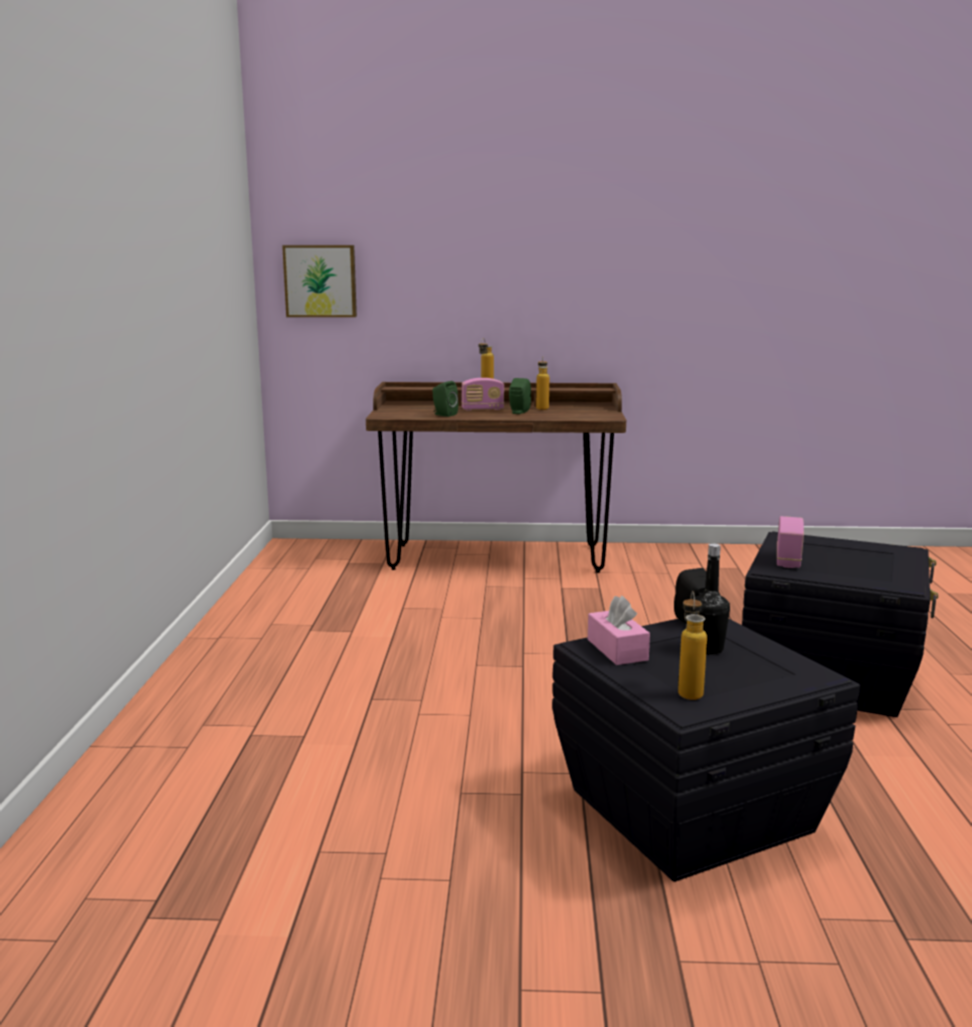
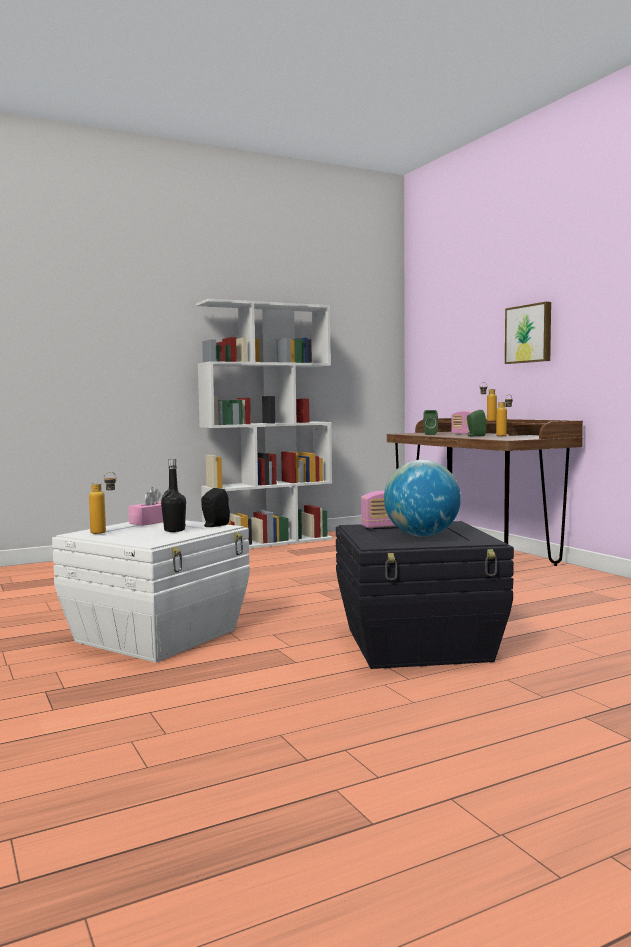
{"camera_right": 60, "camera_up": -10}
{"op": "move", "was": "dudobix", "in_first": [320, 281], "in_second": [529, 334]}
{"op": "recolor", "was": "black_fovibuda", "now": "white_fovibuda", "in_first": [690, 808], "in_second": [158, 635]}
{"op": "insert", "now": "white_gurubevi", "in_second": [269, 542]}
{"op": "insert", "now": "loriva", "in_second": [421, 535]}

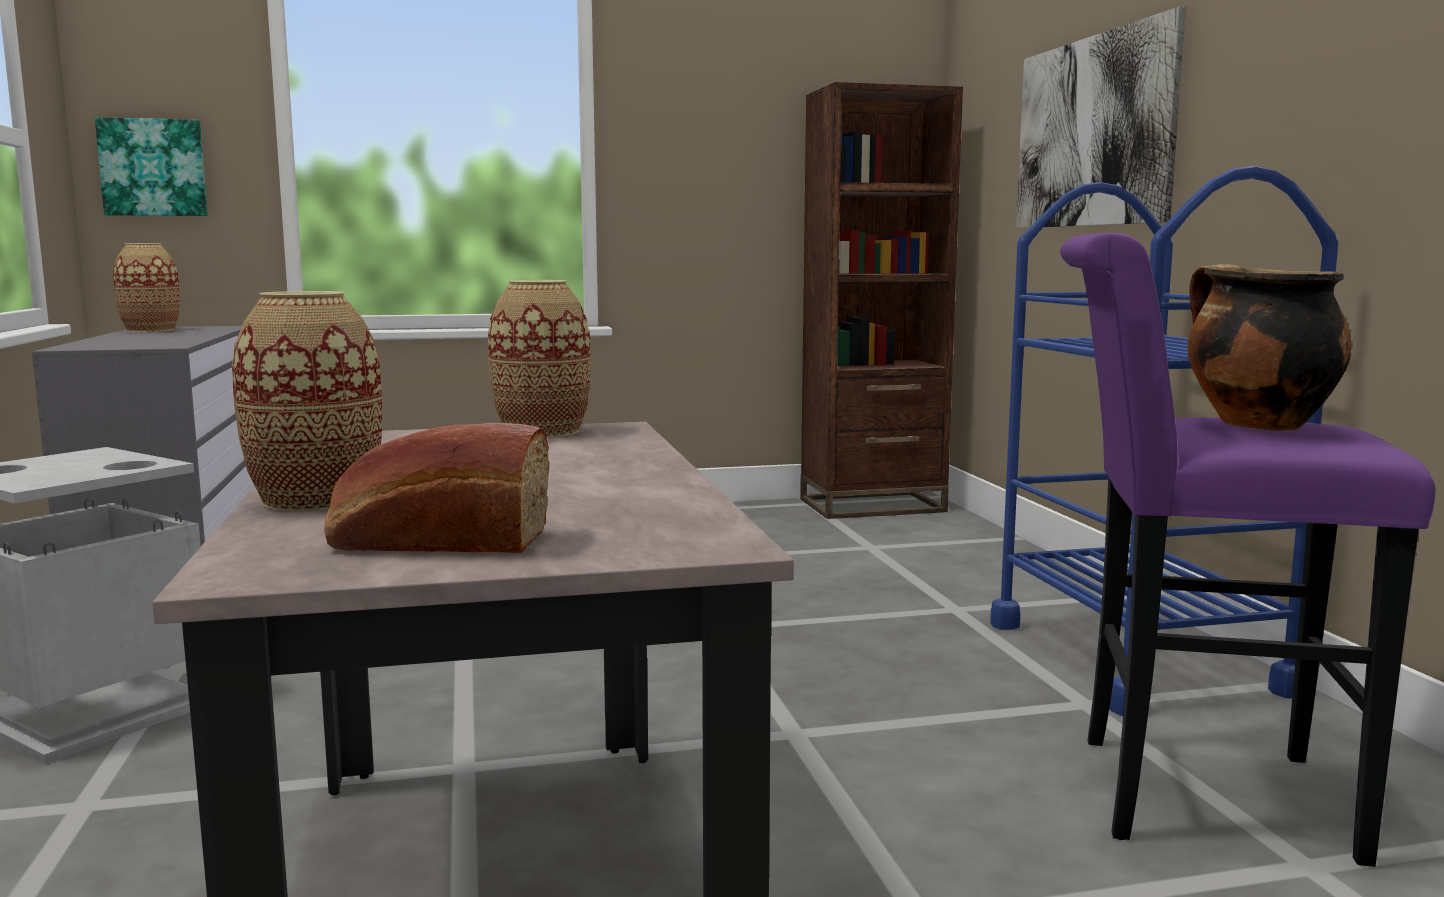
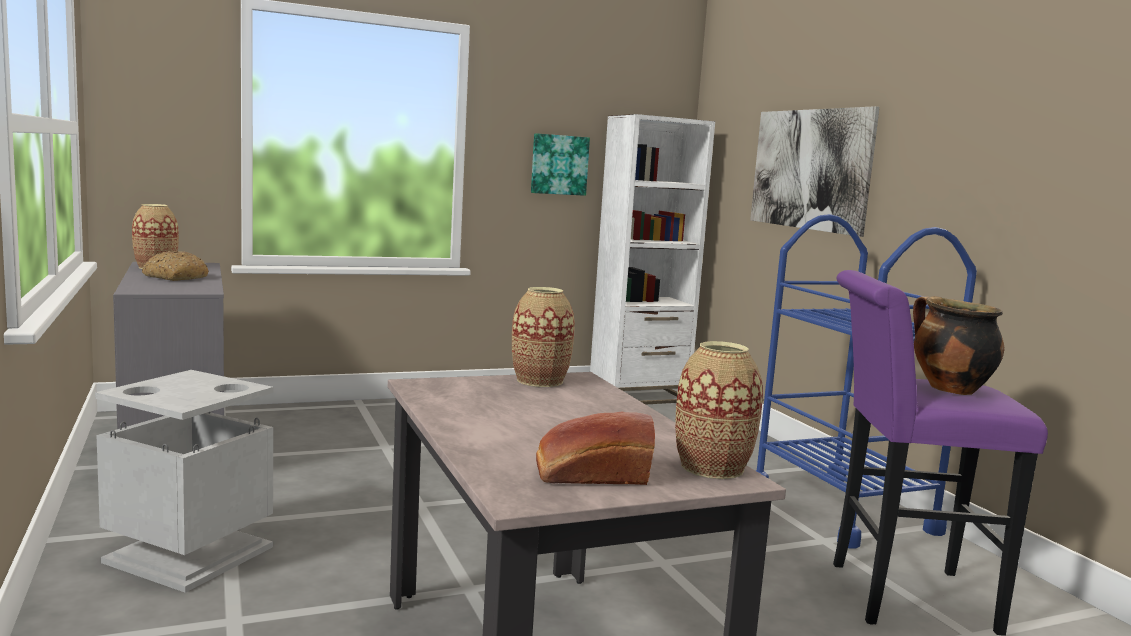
{"camera_right": -10, "camera_up": 0}
{"op": "move", "was": "dudobix", "in_first": [153, 168], "in_second": [559, 164]}
{"op": "move", "was": "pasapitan", "in_first": [316, 499], "in_second": [712, 467]}
{"op": "recolor", "was": "brown_gurubevi", "now": "white_gurubevi", "in_first": [872, 505], "in_second": [638, 396]}
{"op": "insert", "now": "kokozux", "in_second": [174, 277]}

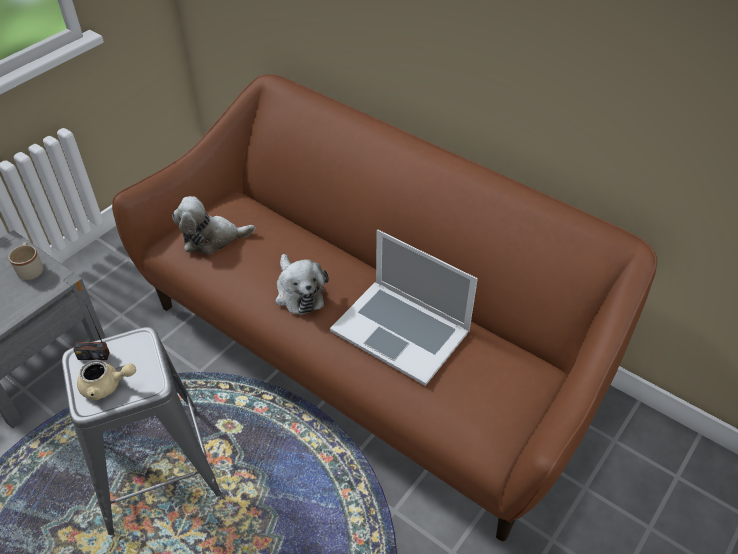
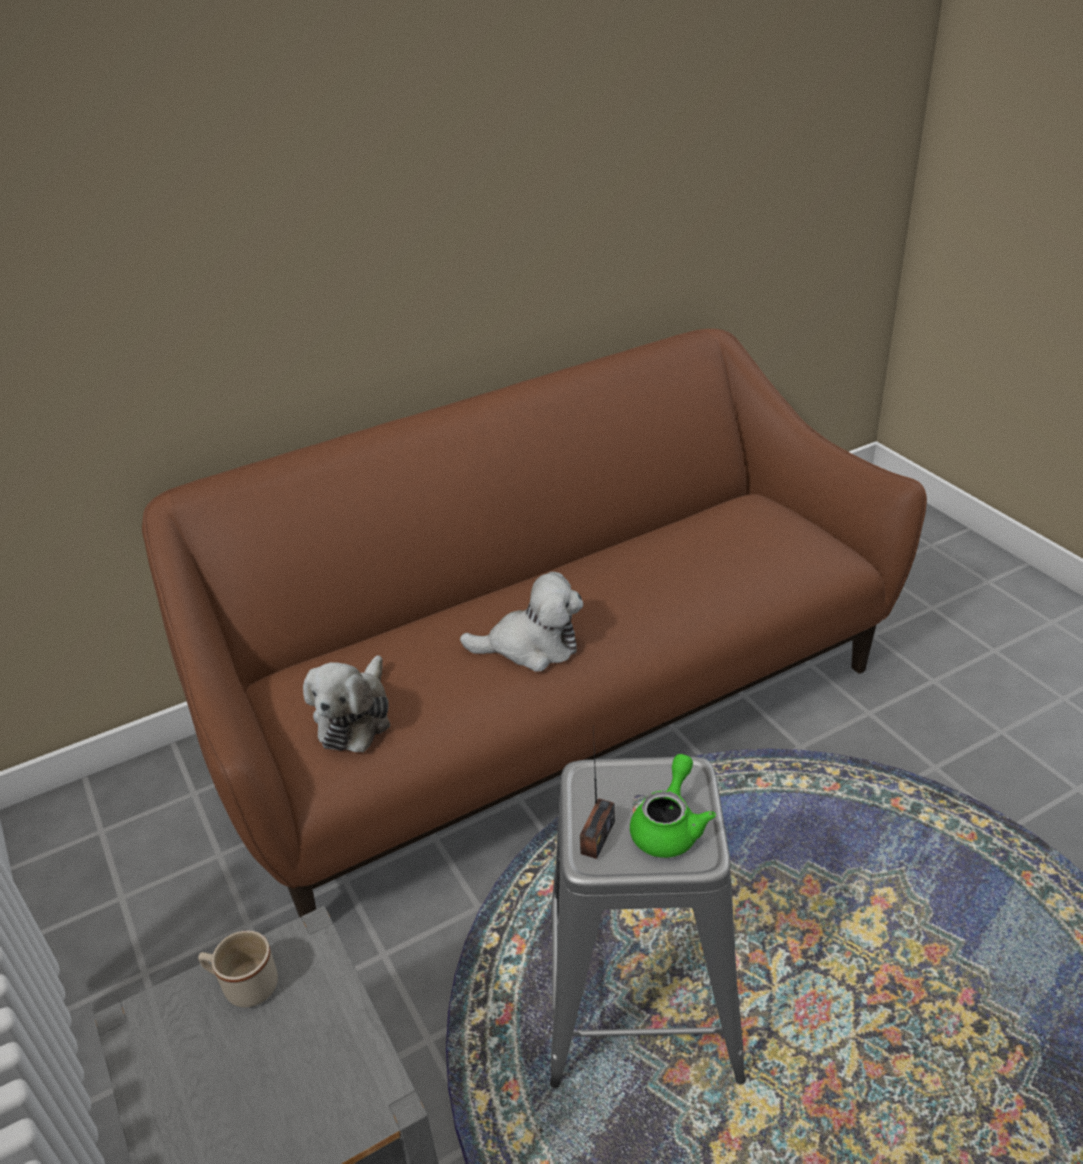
{"camera_right": -65, "camera_up": -10}
{"op": "recolor", "was": "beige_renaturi", "now": "green_renaturi", "in_first": [106, 386], "in_second": [669, 827]}
{"op": "delete", "was": "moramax", "in_first": [400, 330]}

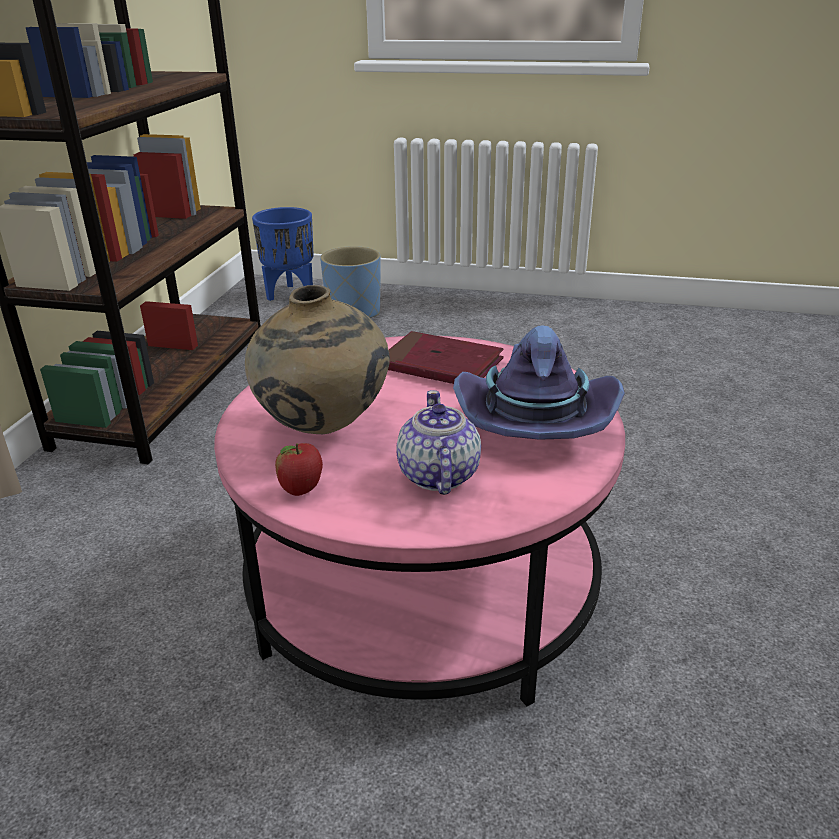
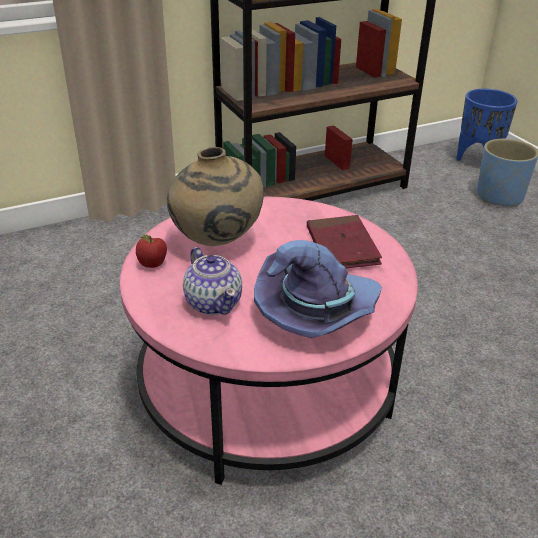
{"camera_right": 50, "camera_up": 5}
{"op": "rotate", "was": "renaturi", "in_first": [437, 476], "in_second": [213, 302], "clockwise": 105}

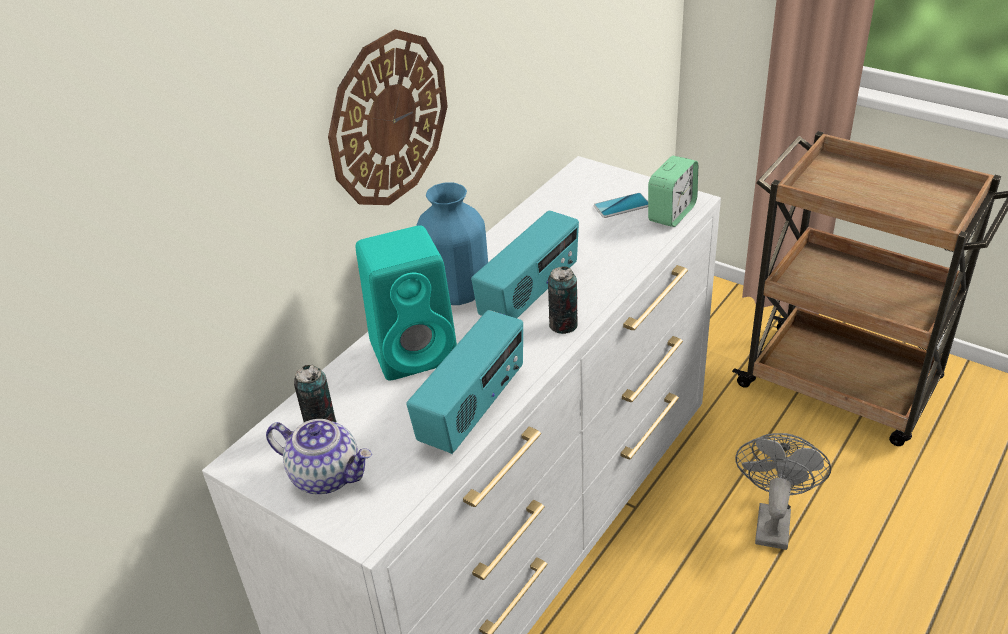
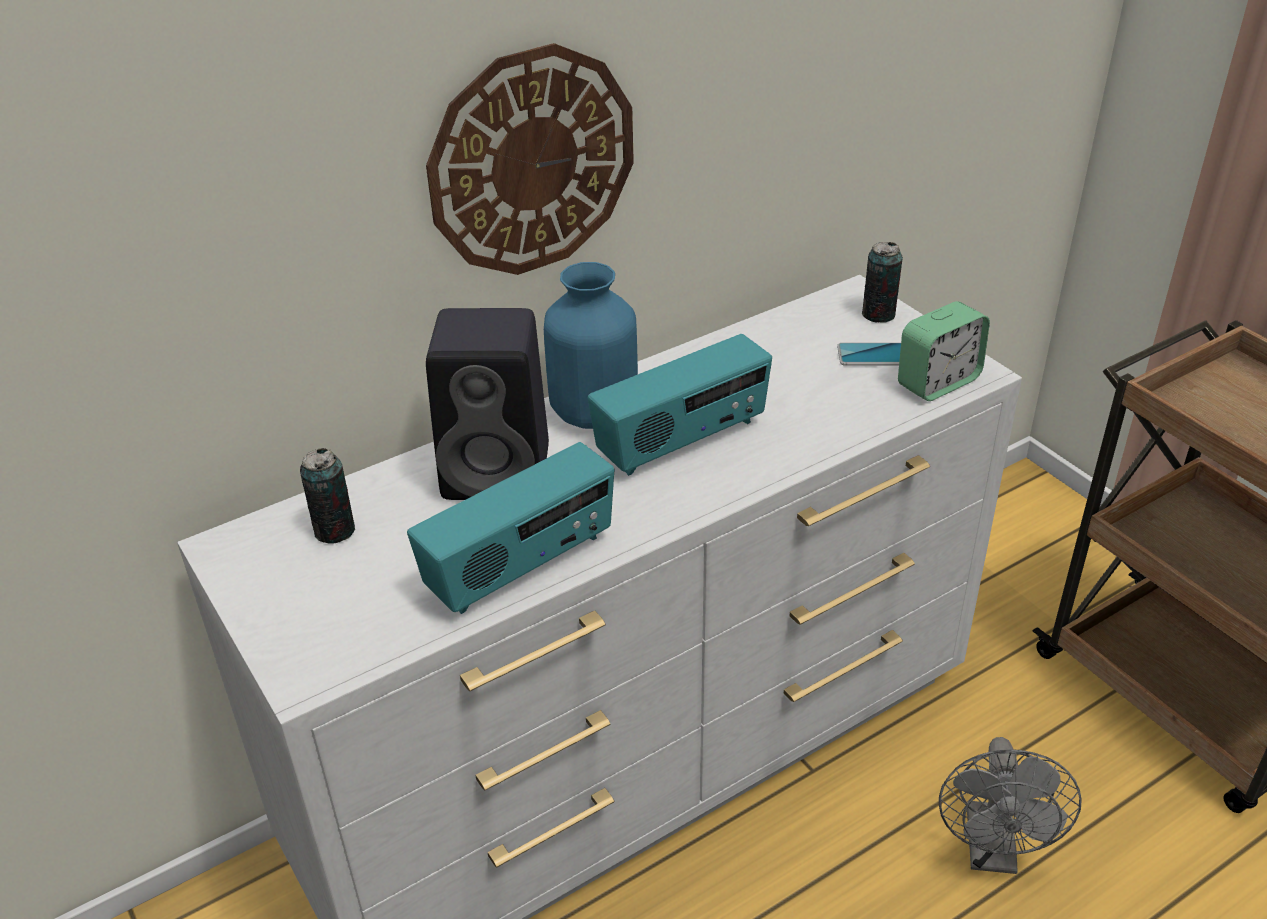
{"camera_right": 20, "camera_up": 0}
{"op": "delete", "was": "renaturi", "in_first": [327, 475]}
{"op": "recolor", "was": "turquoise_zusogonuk", "now": "black_zusogonuk", "in_first": [416, 351], "in_second": [500, 471]}
{"op": "move", "was": "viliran", "in_first": [563, 325], "in_second": [878, 314]}
{"op": "rotate", "was": "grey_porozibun", "in_first": [772, 520], "in_second": [992, 852], "clockwise": 150}

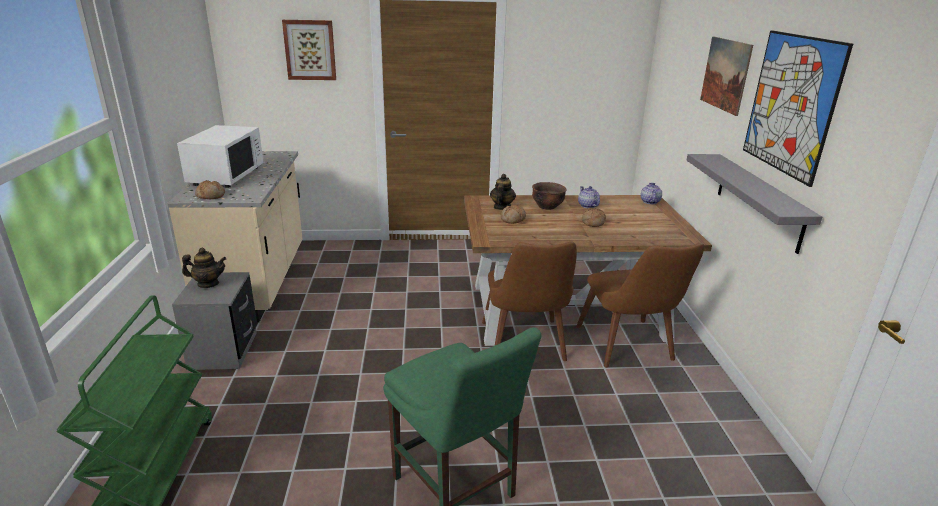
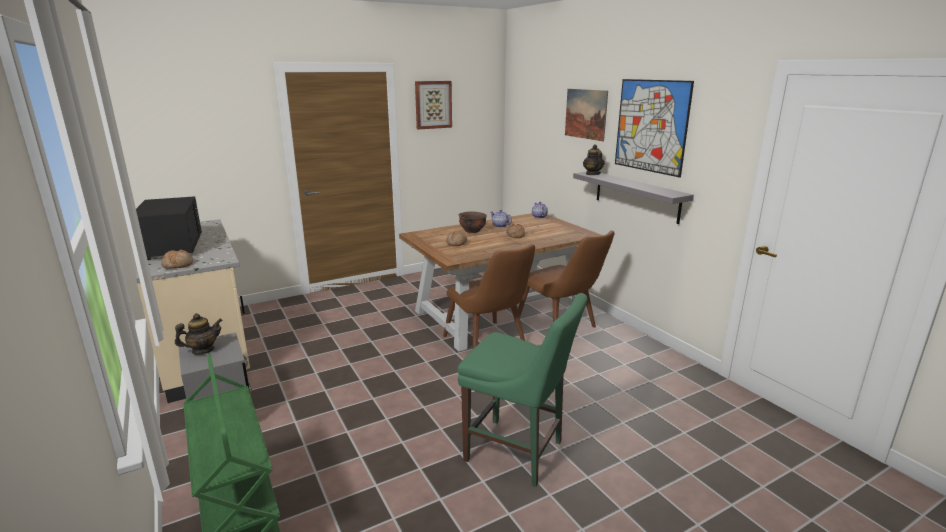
{"camera_right": -25, "camera_up": -5}
{"op": "recolor", "was": "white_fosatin", "now": "black_fosatin", "in_first": [226, 176], "in_second": [172, 248]}
{"op": "move", "was": "dudobix", "in_first": [310, 50], "in_second": [433, 104]}
{"op": "move", "was": "renaturi", "in_first": [501, 207], "in_second": [592, 174]}

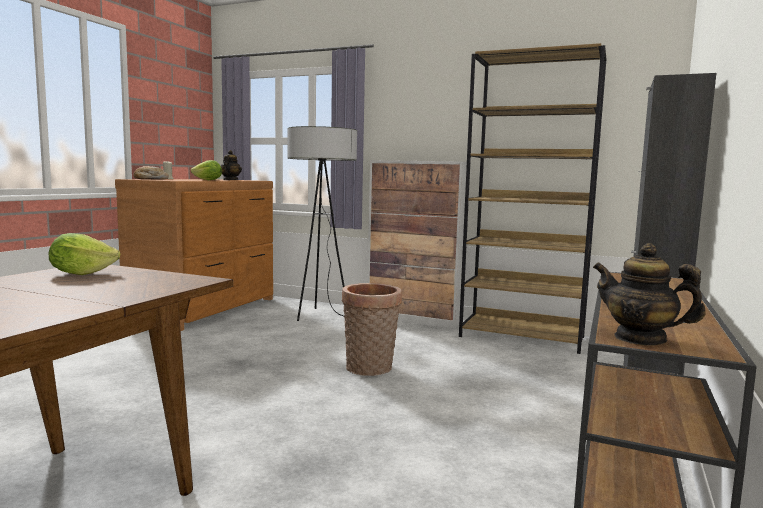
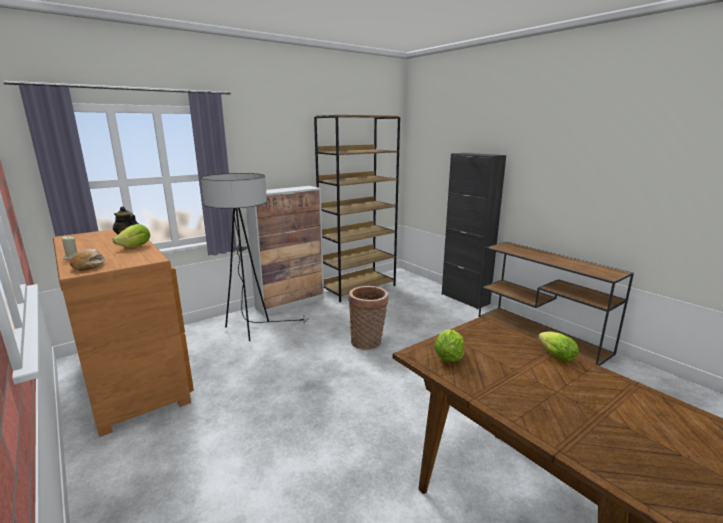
{"camera_right": -60, "camera_up": 10}
{"op": "delete", "was": "renaturi", "in_first": [640, 338]}
{"op": "insert", "now": "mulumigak", "in_second": [554, 355]}

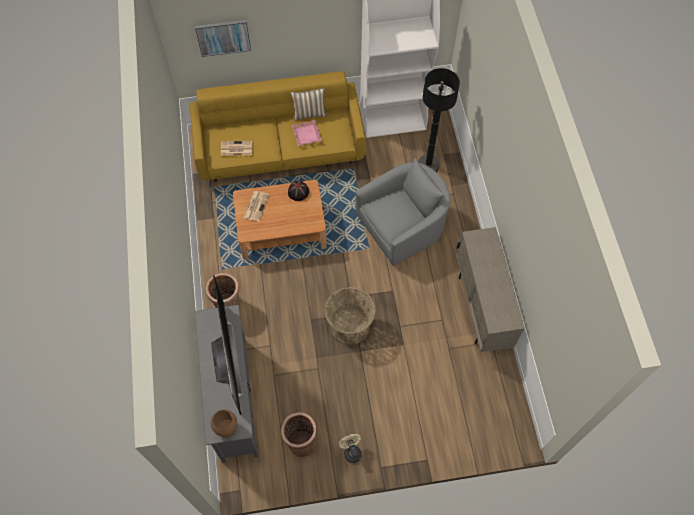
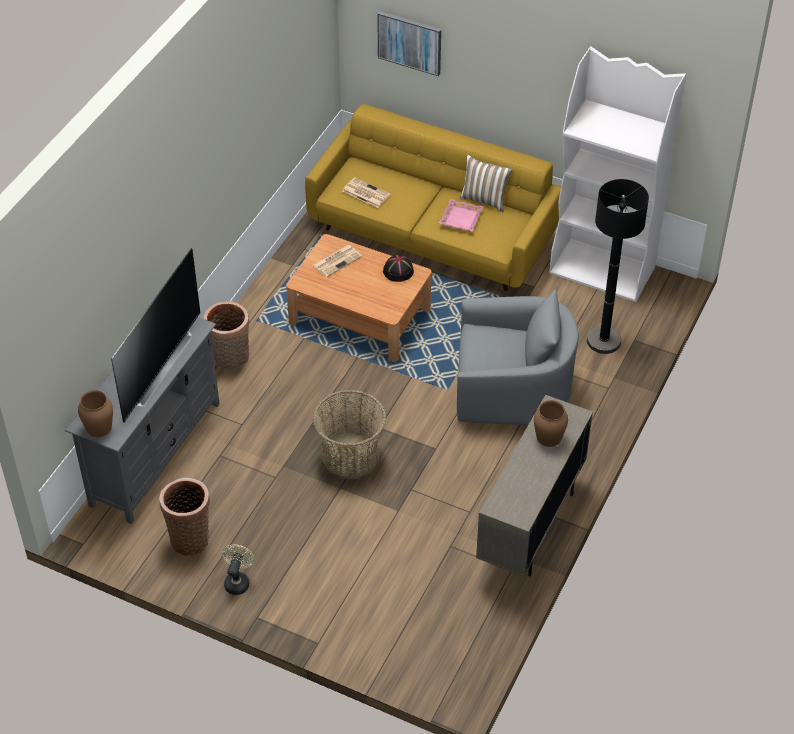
{"camera_right": 35, "camera_up": -15}
{"op": "insert", "now": "brown_pasapitan", "in_second": [548, 437]}

